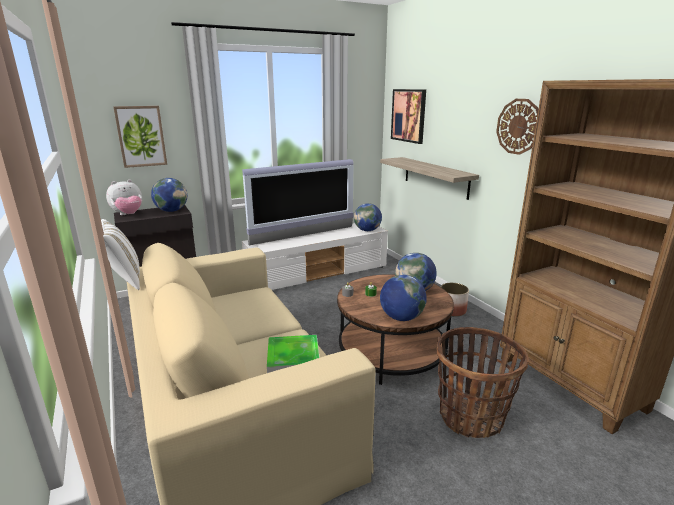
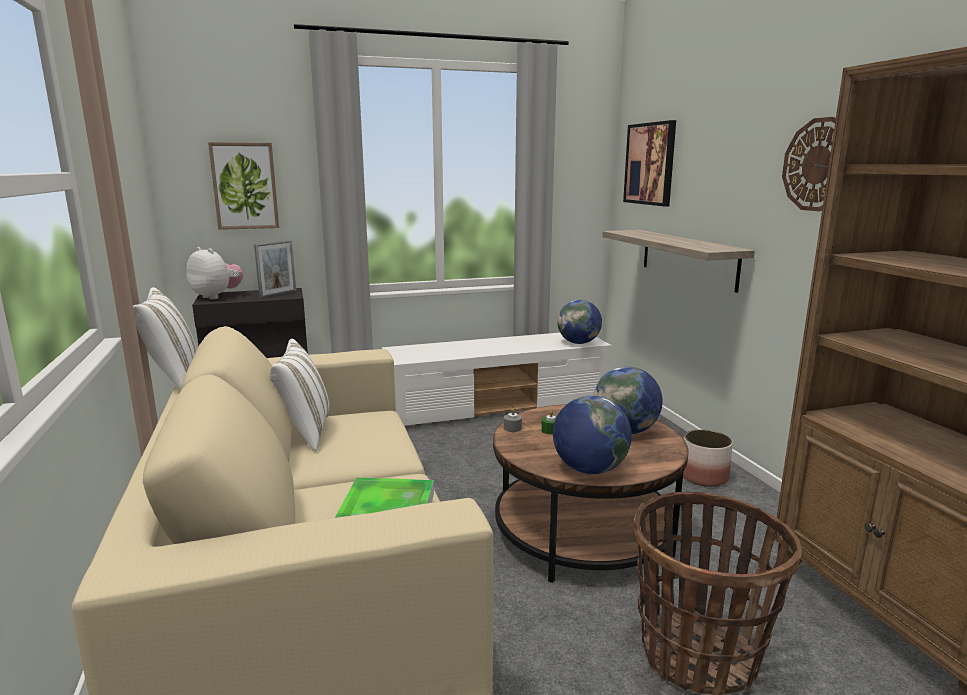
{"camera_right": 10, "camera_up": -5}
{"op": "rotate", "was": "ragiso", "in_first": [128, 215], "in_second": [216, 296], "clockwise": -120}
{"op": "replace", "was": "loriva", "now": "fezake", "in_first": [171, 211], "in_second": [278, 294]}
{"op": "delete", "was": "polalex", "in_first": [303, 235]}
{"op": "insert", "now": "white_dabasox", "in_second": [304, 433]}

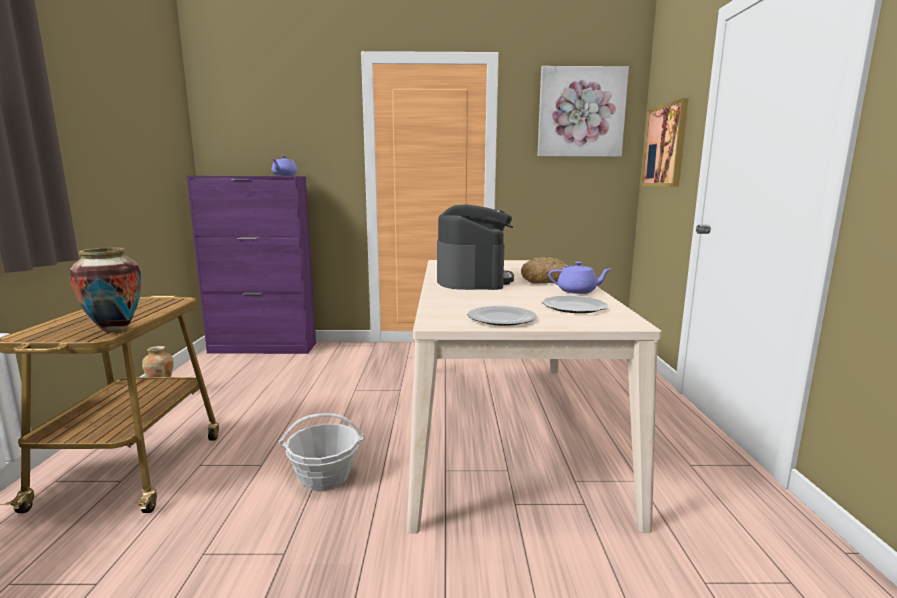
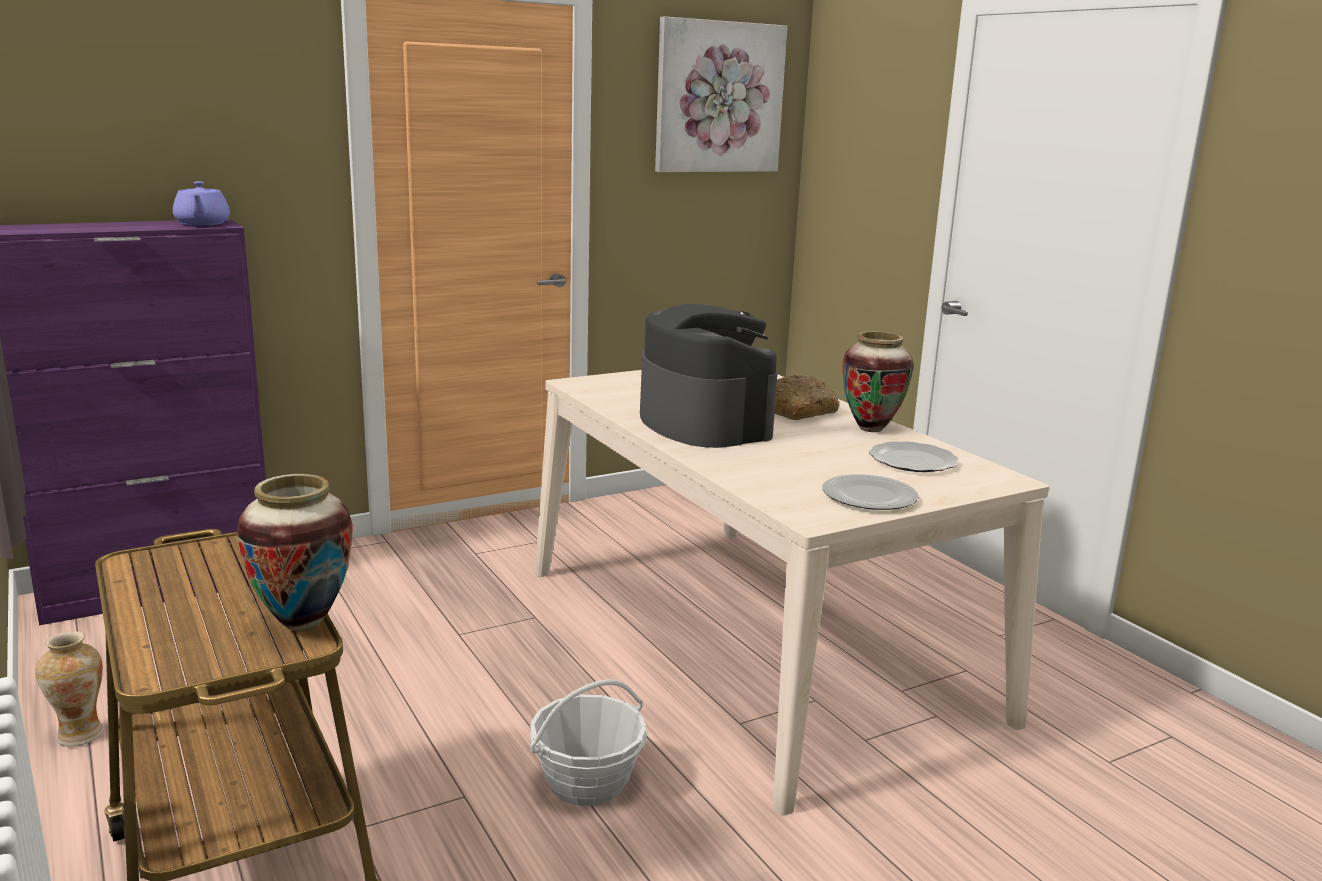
{"camera_right": -30, "camera_up": 5}
{"op": "replace", "was": "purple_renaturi", "now": "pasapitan", "in_first": [578, 291], "in_second": [871, 428]}
{"op": "delete", "was": "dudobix", "in_first": [665, 146]}

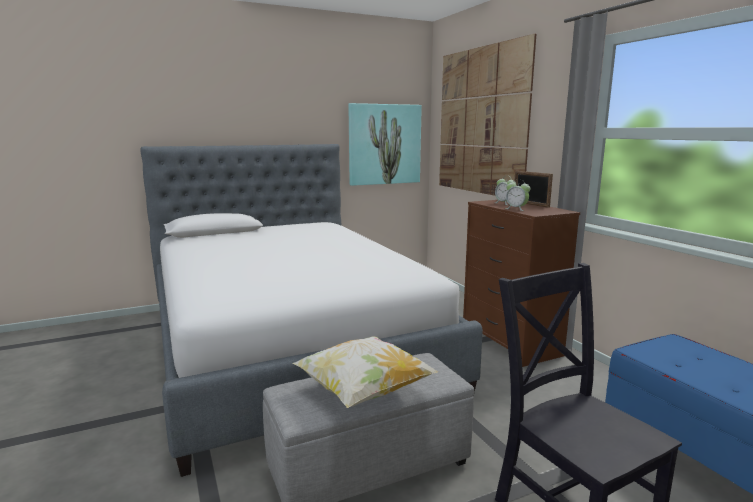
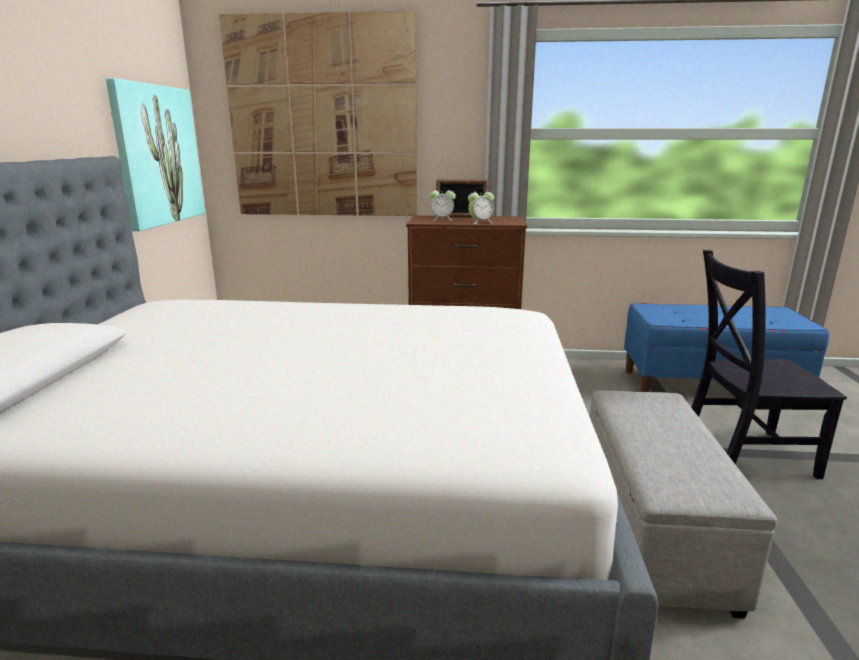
{"camera_right": -60, "camera_up": 5}
{"op": "delete", "was": "dabasox", "in_first": [363, 391]}

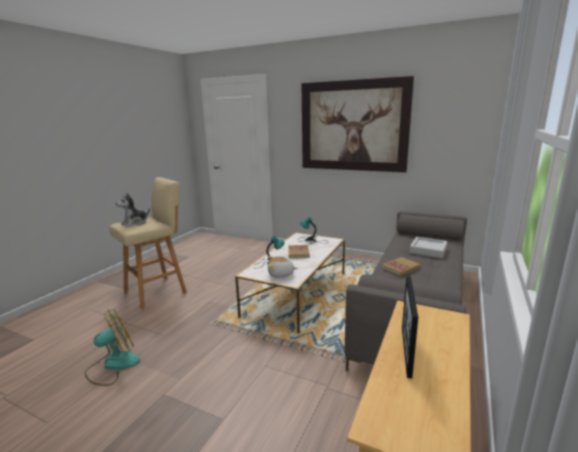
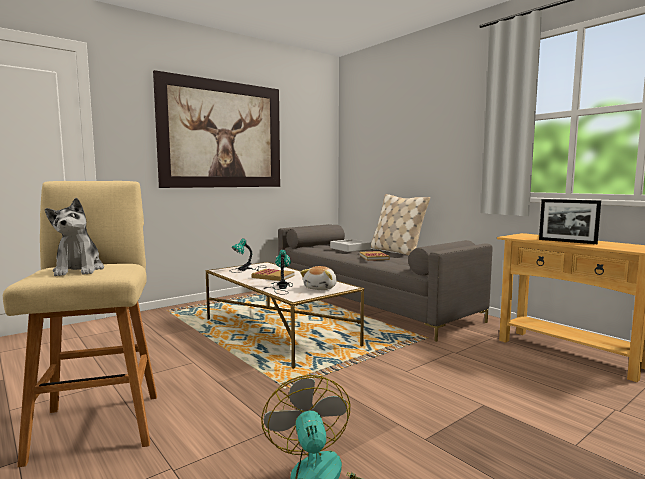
{"camera_right": -65, "camera_up": -10}
{"op": "insert", "now": "beige_dabasox", "in_second": [396, 251]}

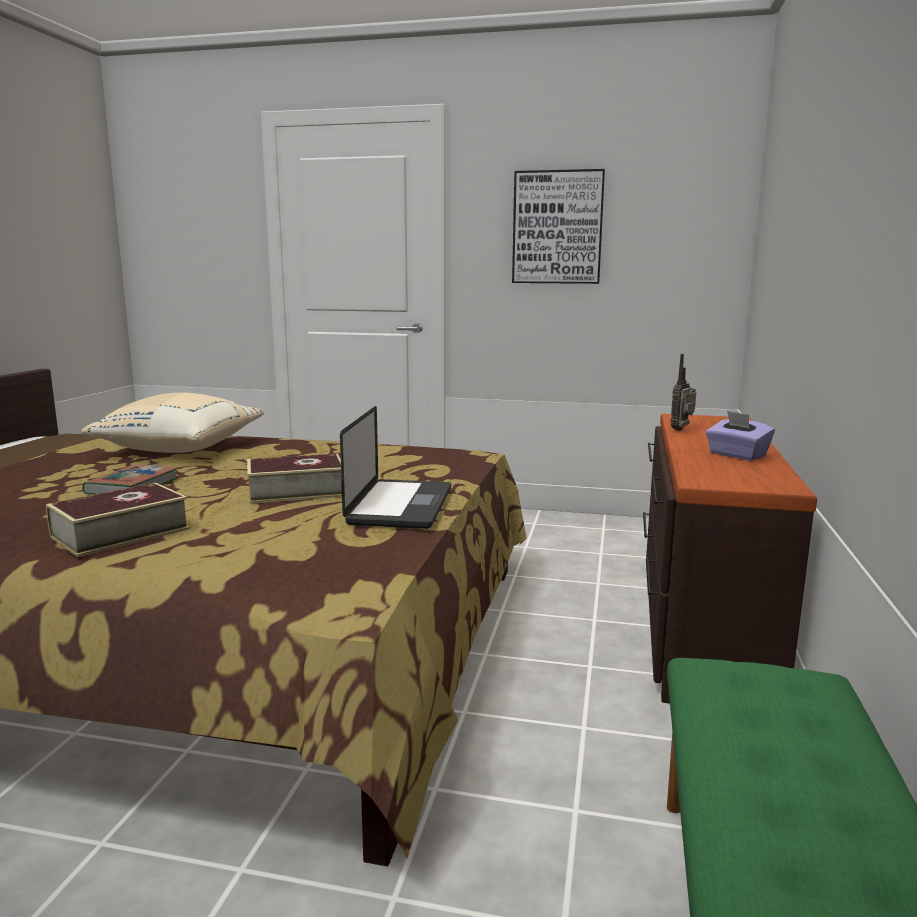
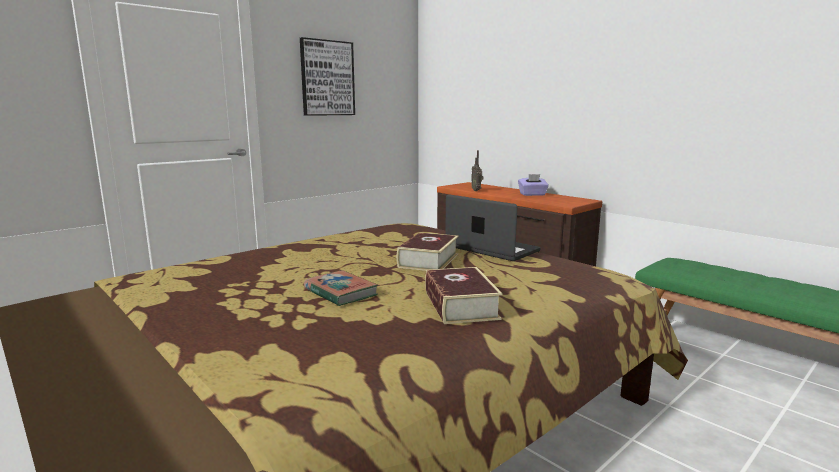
{"camera_right": -55, "camera_up": 0}
{"op": "delete", "was": "beige_dabasox", "in_first": [179, 449]}

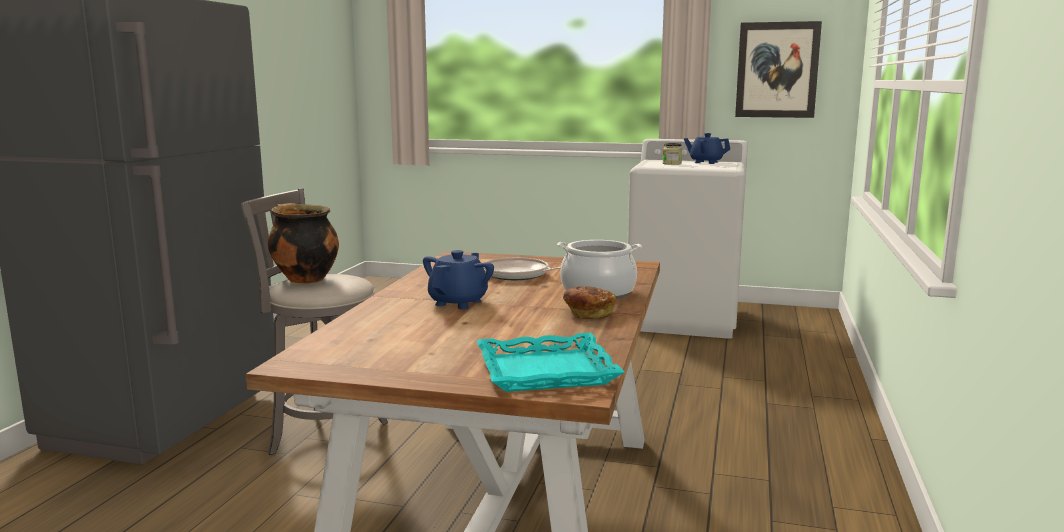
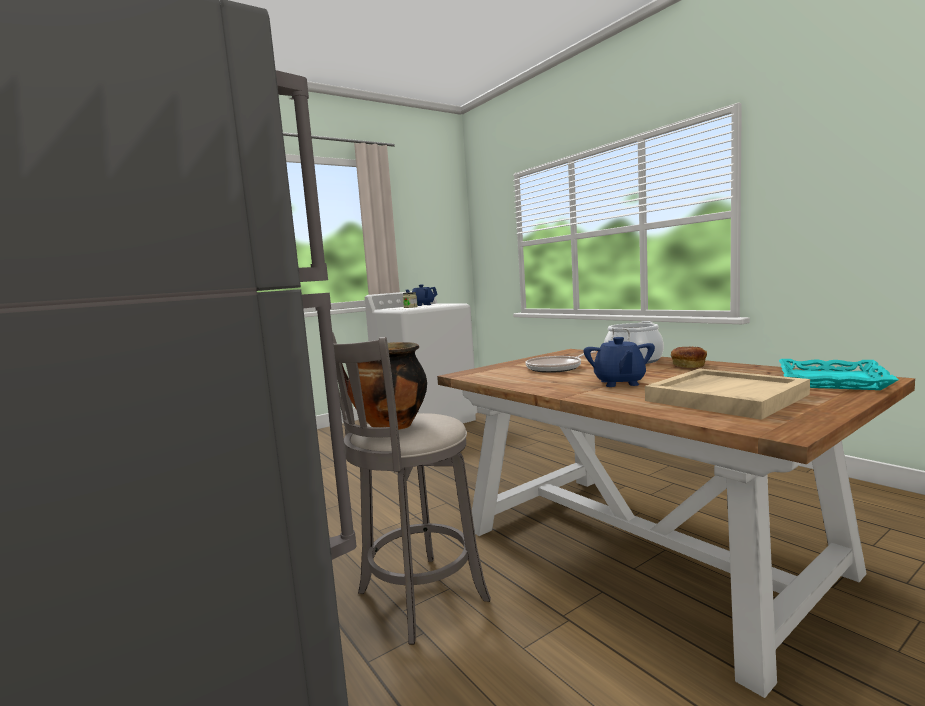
{"camera_right": -50, "camera_up": -5}
{"op": "rotate", "was": "blue_renaturi", "in_first": [458, 302], "in_second": [619, 383], "clockwise": -150}
{"op": "delete", "was": "dudobix", "in_first": [777, 70]}
{"op": "insert", "now": "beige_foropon", "in_second": [725, 397]}

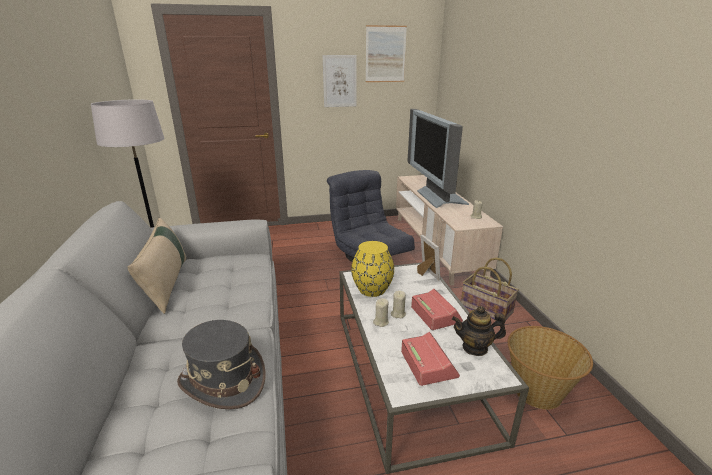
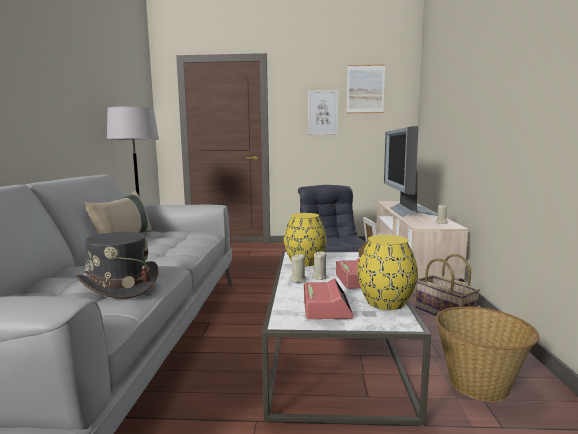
{"camera_right": 15, "camera_up": -15}
{"op": "replace", "was": "renaturi", "now": "yellow_pasapitan", "in_first": [475, 347], "in_second": [386, 303]}

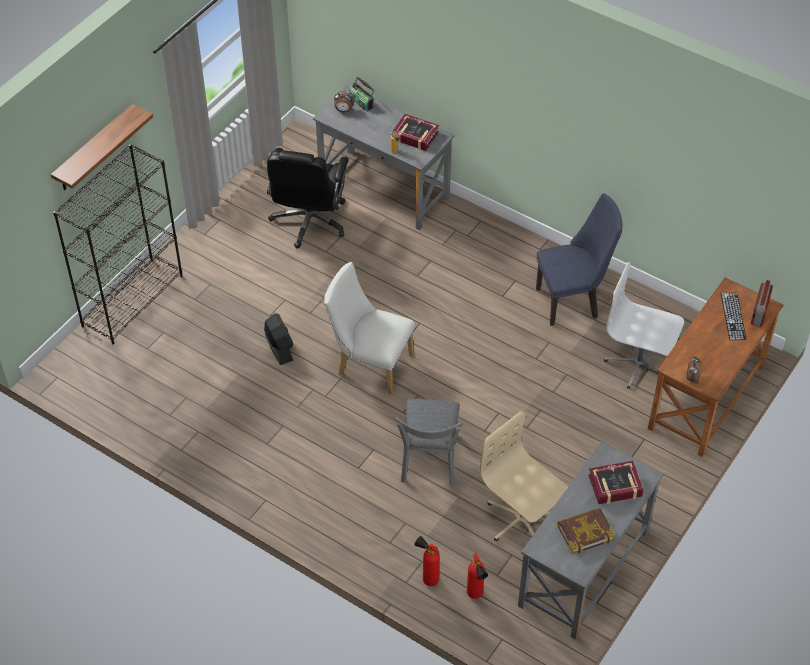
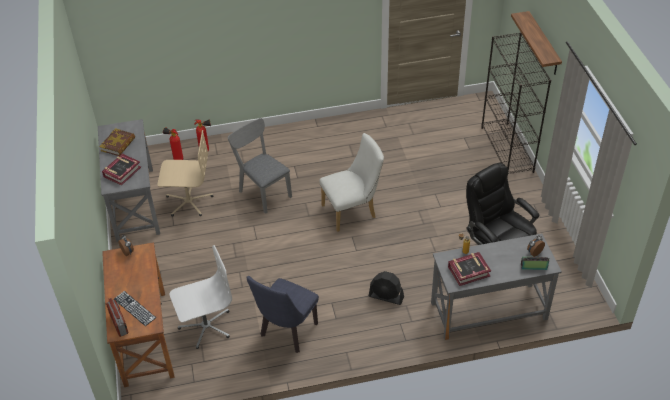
{"camera_right": 135, "camera_up": -5}
{"op": "move", "was": "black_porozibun", "in_first": [279, 348], "in_second": [386, 297]}

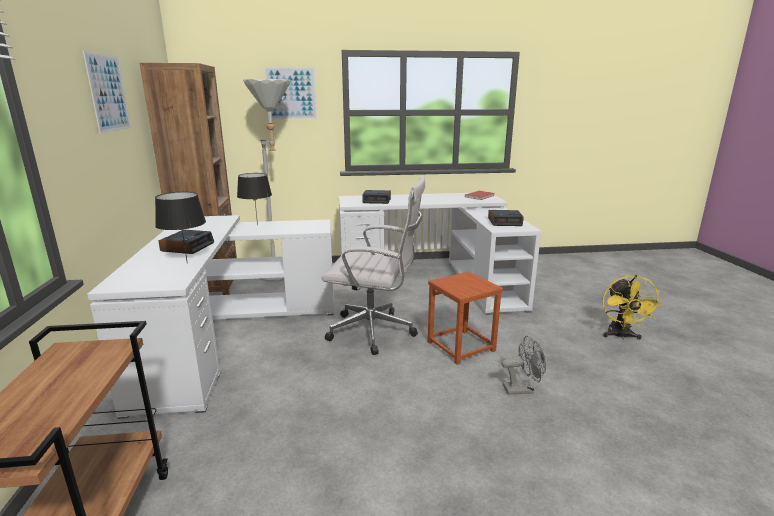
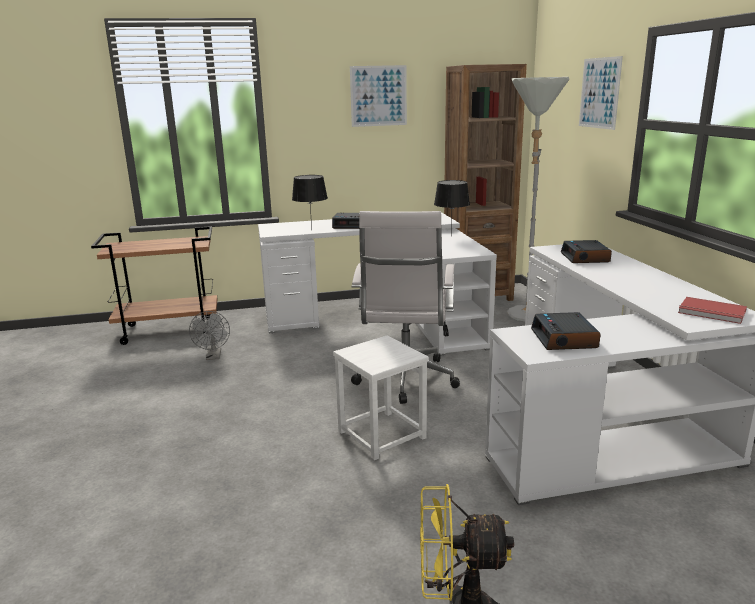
{"camera_right": 85, "camera_up": 0}
{"op": "recolor", "was": "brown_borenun", "now": "white_borenun", "in_first": [461, 347], "in_second": [381, 435]}
{"op": "move", "was": "grey_porozibun", "in_first": [522, 389], "in_second": [214, 357]}

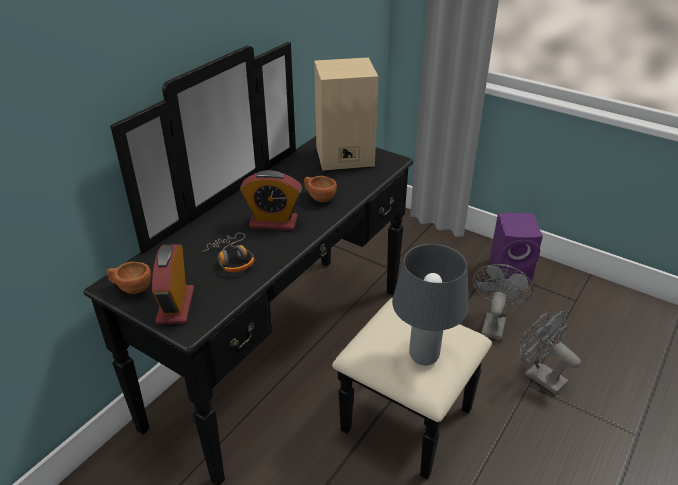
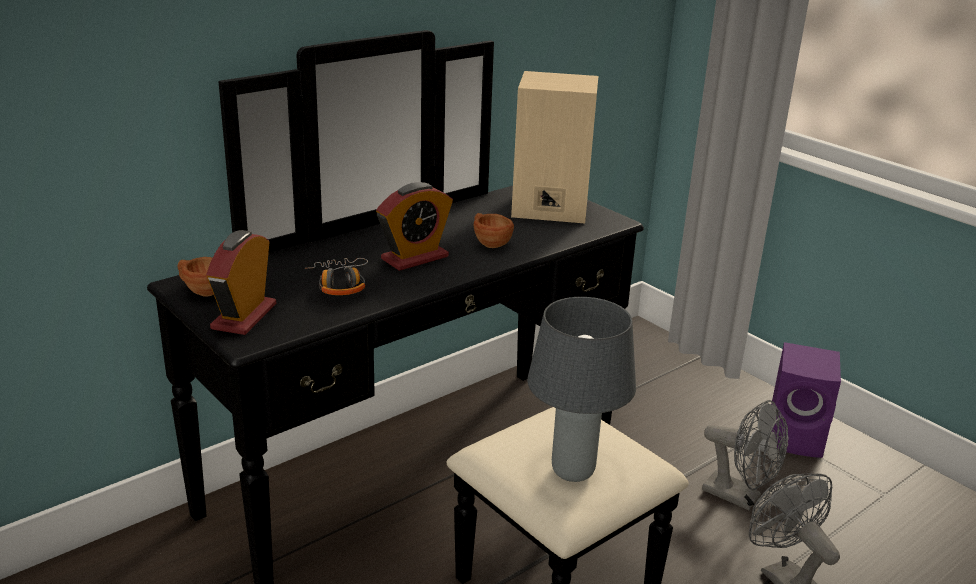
{"camera_right": 15, "camera_up": -10}
{"op": "rotate", "was": "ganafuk", "in_first": [273, 222], "in_second": [415, 258], "clockwise": -60}
{"op": "rotate", "was": "grey_porozibun", "in_first": [493, 323], "in_second": [740, 497], "clockwise": 90}

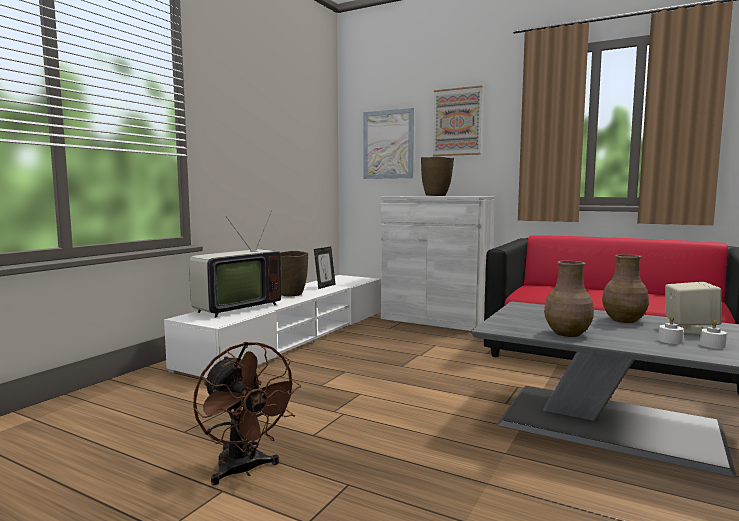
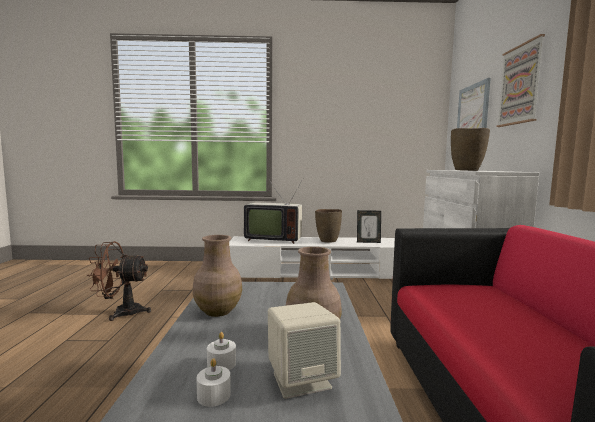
{"camera_right": 60, "camera_up": 0}
{"op": "rotate", "was": "brown_porozibun", "in_first": [244, 470], "in_second": [121, 312], "clockwise": 60}

